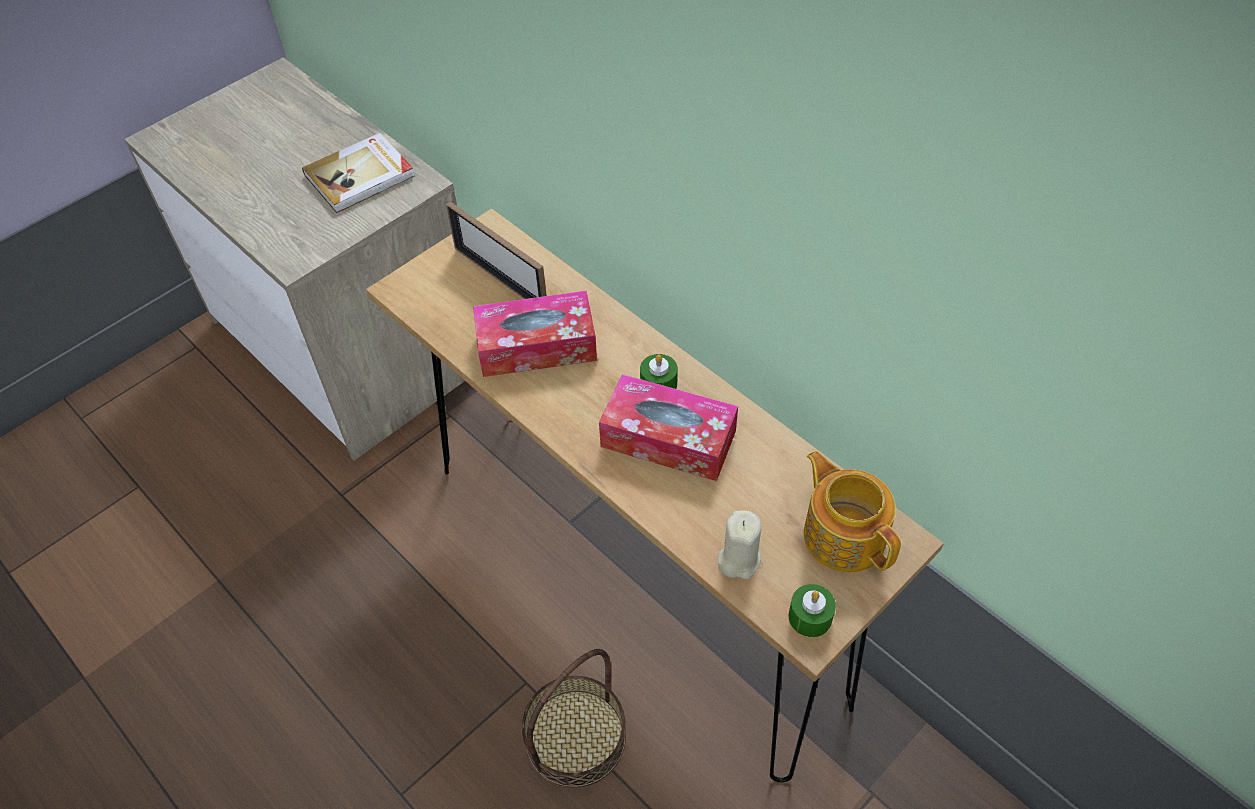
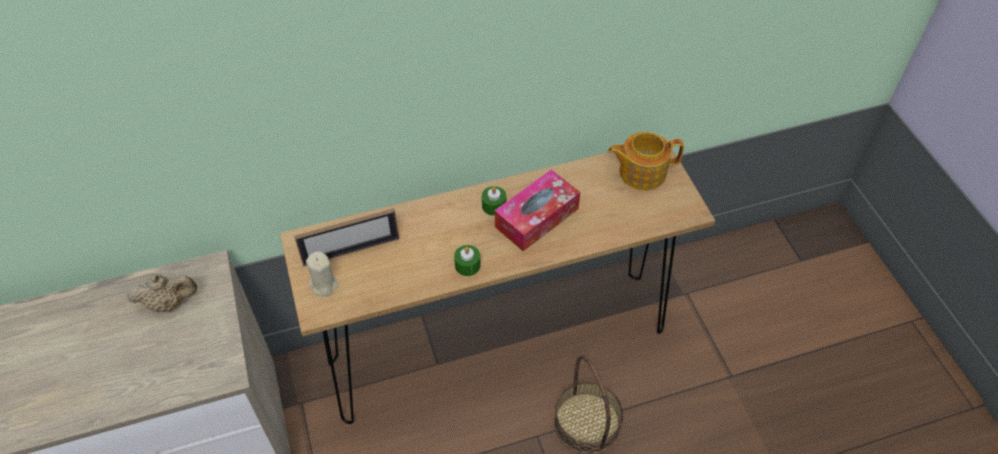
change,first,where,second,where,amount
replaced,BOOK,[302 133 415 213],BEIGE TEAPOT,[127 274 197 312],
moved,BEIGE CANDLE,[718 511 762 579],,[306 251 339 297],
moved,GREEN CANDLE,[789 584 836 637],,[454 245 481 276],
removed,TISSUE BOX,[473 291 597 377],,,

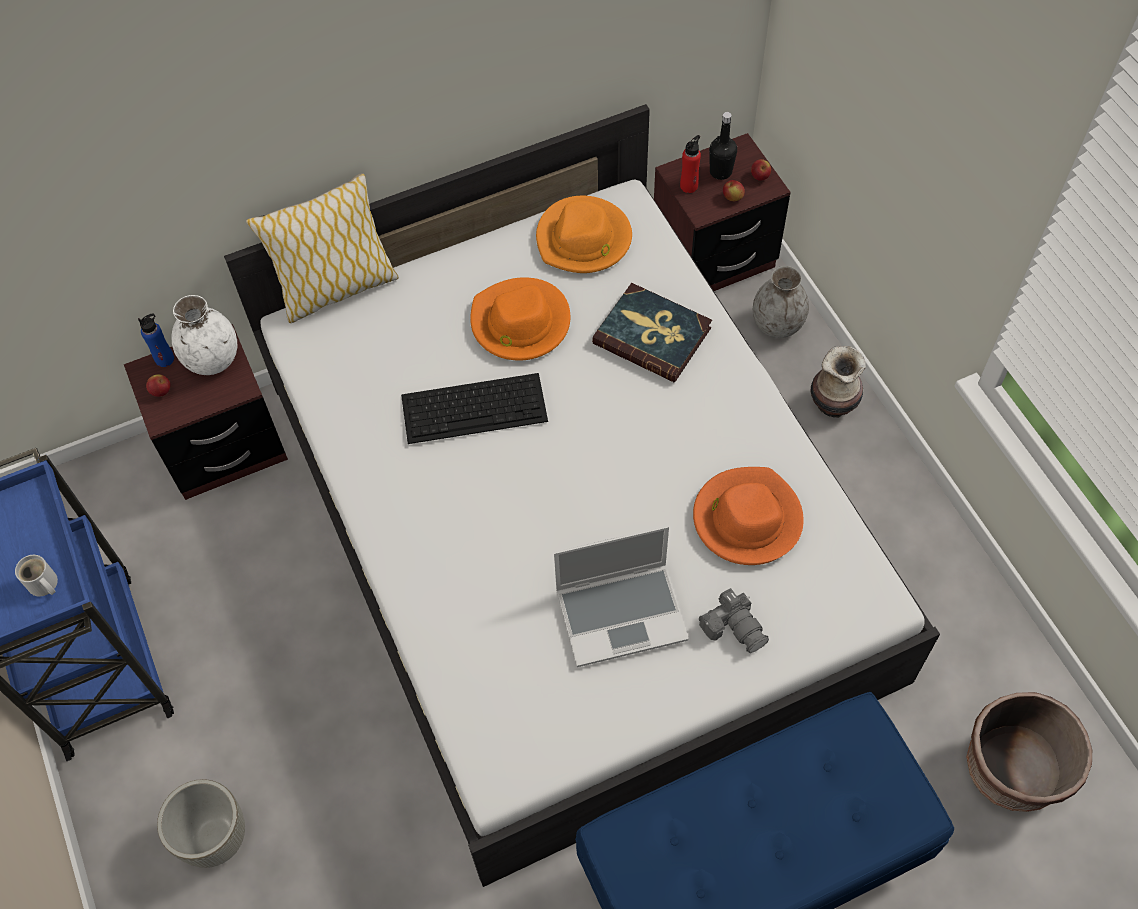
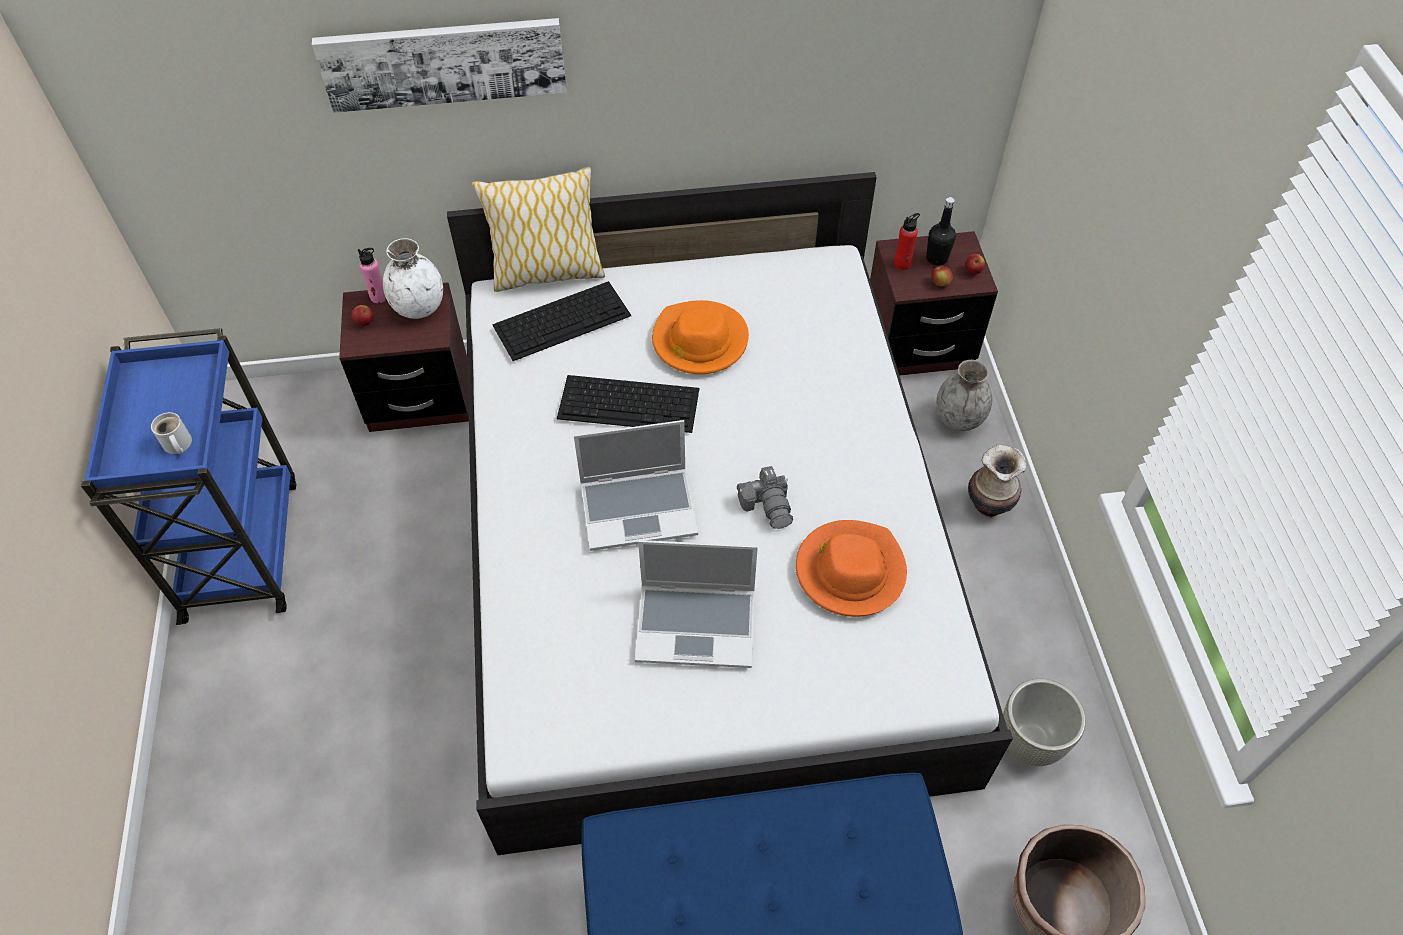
change,first,where,second,where,amount
added,,,PICTURE,[312 18 567 113],
recoloured,BLUE BOTTLE,[138 314 174 367],PINK BOTTLE,[358 248 386 303],
added,,,KEYBOARD,[492 281 631 361],
added,,,LAPTOP,[574 420 698 551],
moved,PHOTO CAMERA,[699 588 769 653],,[737 466 793 529],
moved,GREY PLANTER,[157 779 245 868],,[1003 679 1086 766],
removed,ORANGE HAT,[536 196 632 273],,,
removed,BOOK,[592 283 712 383],,,

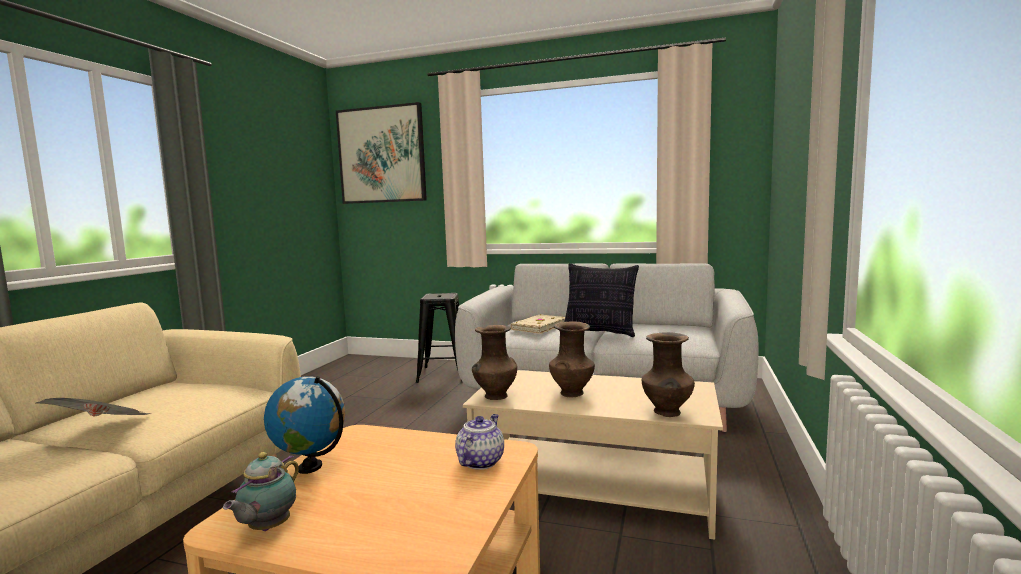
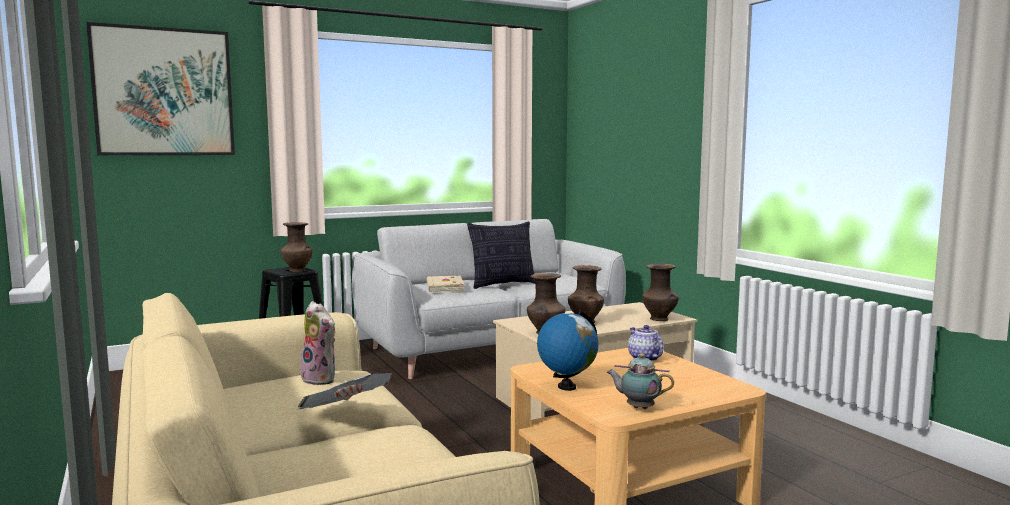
change,first,where,second,where,amount
added,,,BROWN VASE,[280 222 313 272],
added,,,PLUSH TOY,[299 301 335 385],
turned,TEAPOT,[223 452 299 531],,[607 353 674 409],135 degrees clockwise

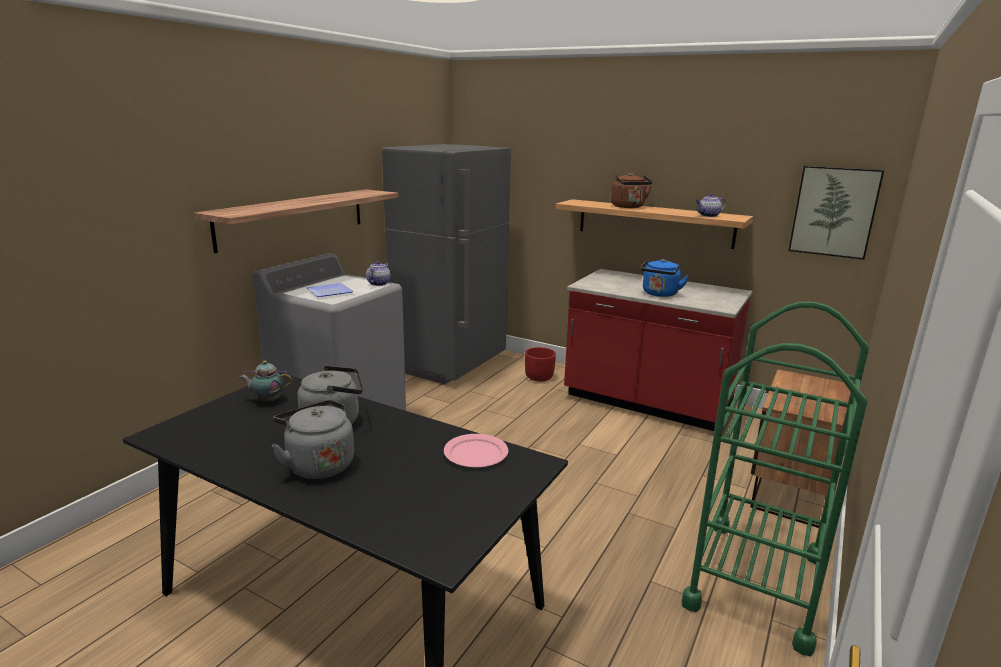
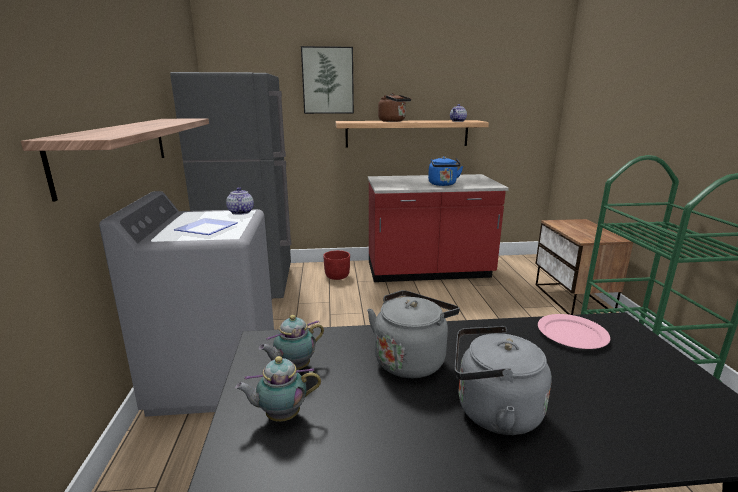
change,first,where,second,where,amount
added,,,TEAPOT,[235 356 321 422],
moved,PICTURE,[788 166 884 260],,[301 46 354 114],

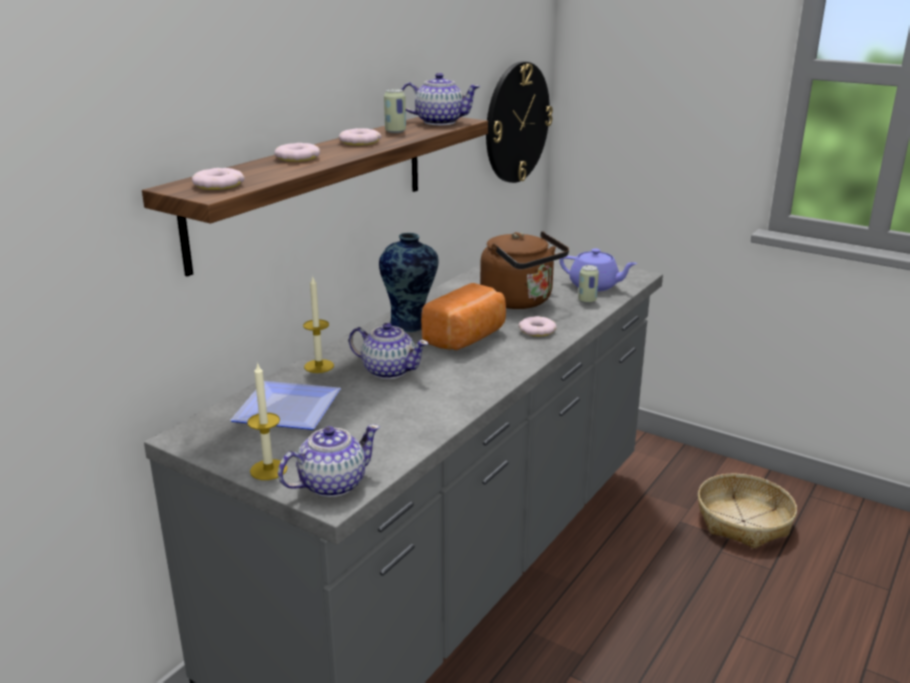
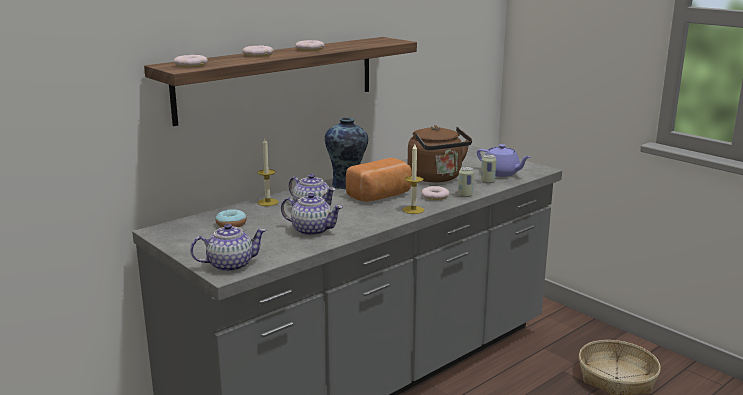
change,first,where,second,where,amount
replaced,PLATE,[230 381 341 430],DONUT,[216 209 247 228],
moved,TEAPOT,[401 73 481 125],,[281 193 343 236],
moved,CANDLE,[247 362 288 480],,[403 144 424 214],
moved,CAN,[384 89 406 133],,[458 167 474 197],
removed,WALL CLOCK,[486 62 553 183],,,

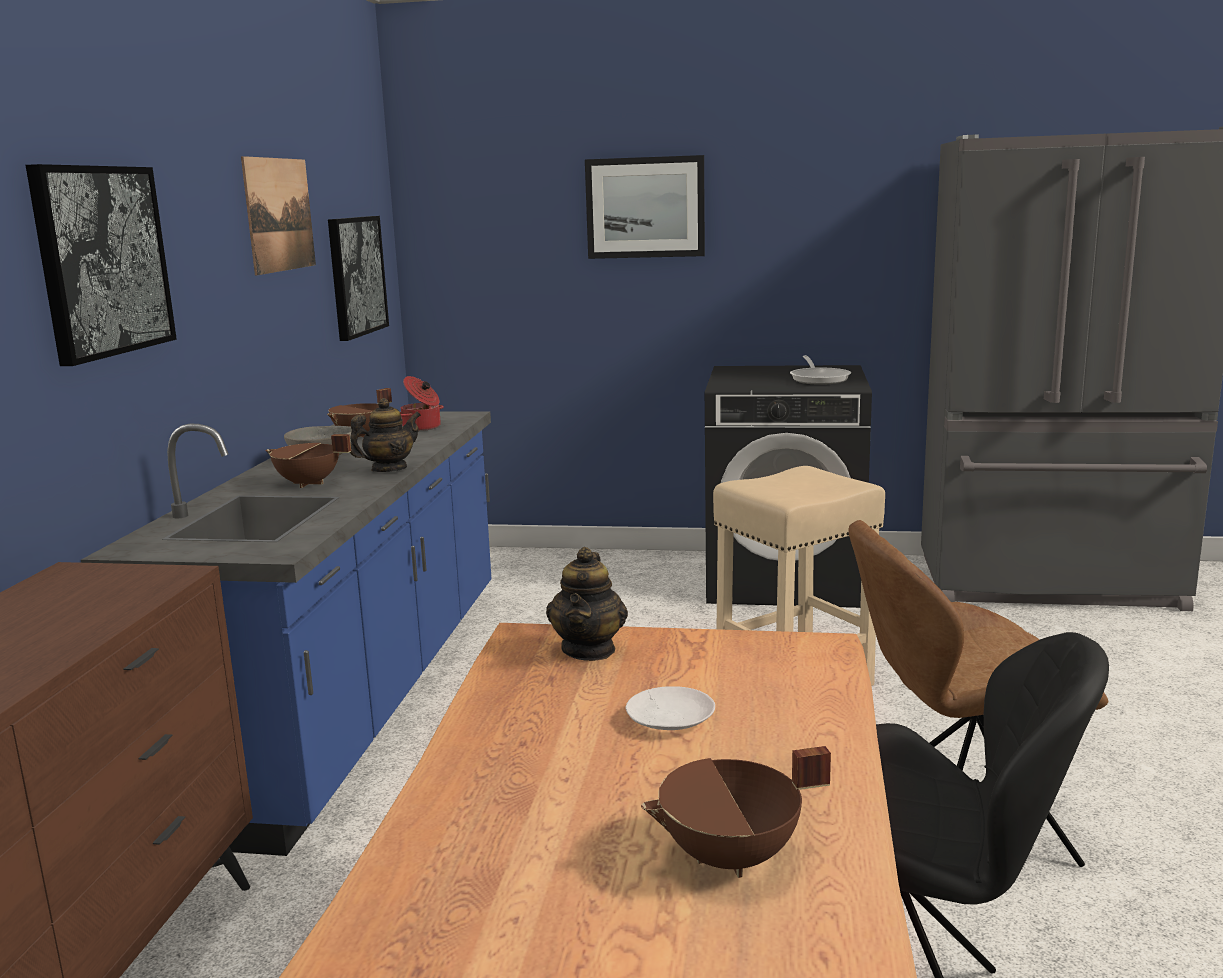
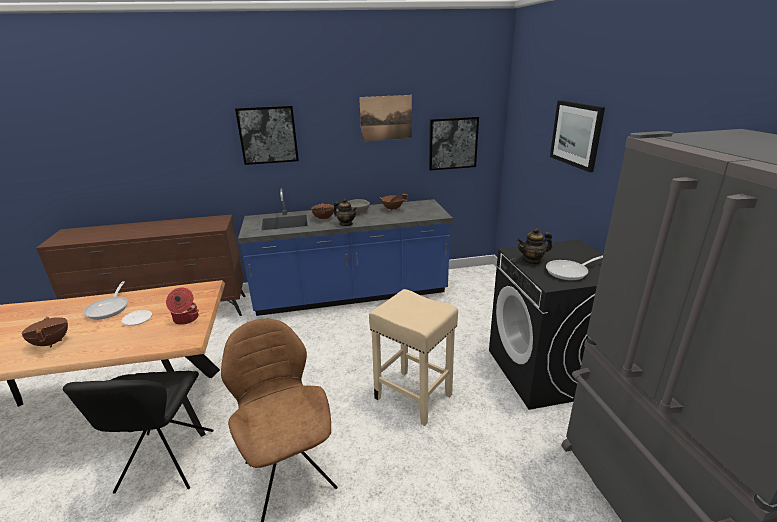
change,first,where,second,where,amount
added,,,FRYING PAN,[83 281 128 319],
moved,COOKING POT,[400 376 444 431],,[166 288 199 325],
moved,TEAPOT,[546 547 628 661],,[517 228 552 265],

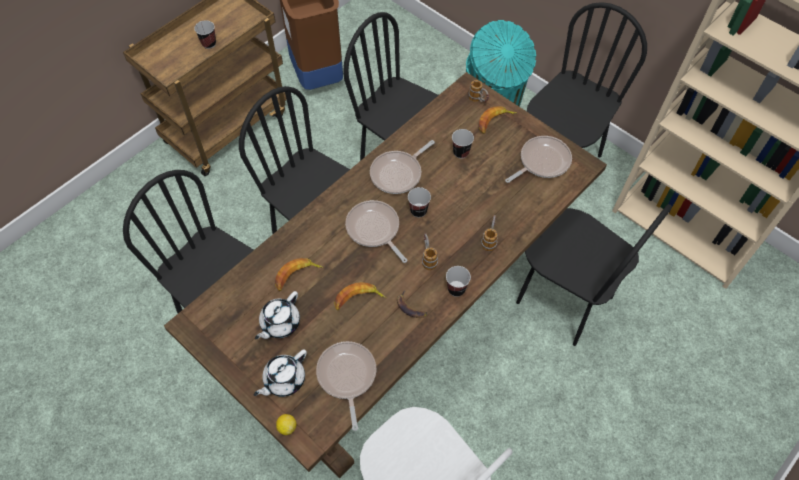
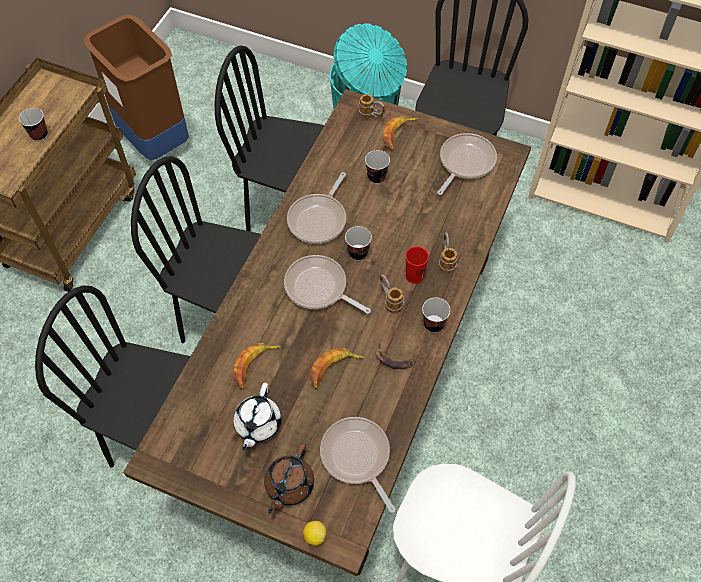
change,first,where,second,where,amount
recoloured,WHITE TEAPOT,[254 349 307 397],BROWN TEAPOT,[264 443 314 514],
added,,,RED CUP,[406 246 429 284],
removed,BLACK CHAIR,[516 204 672 346],,,

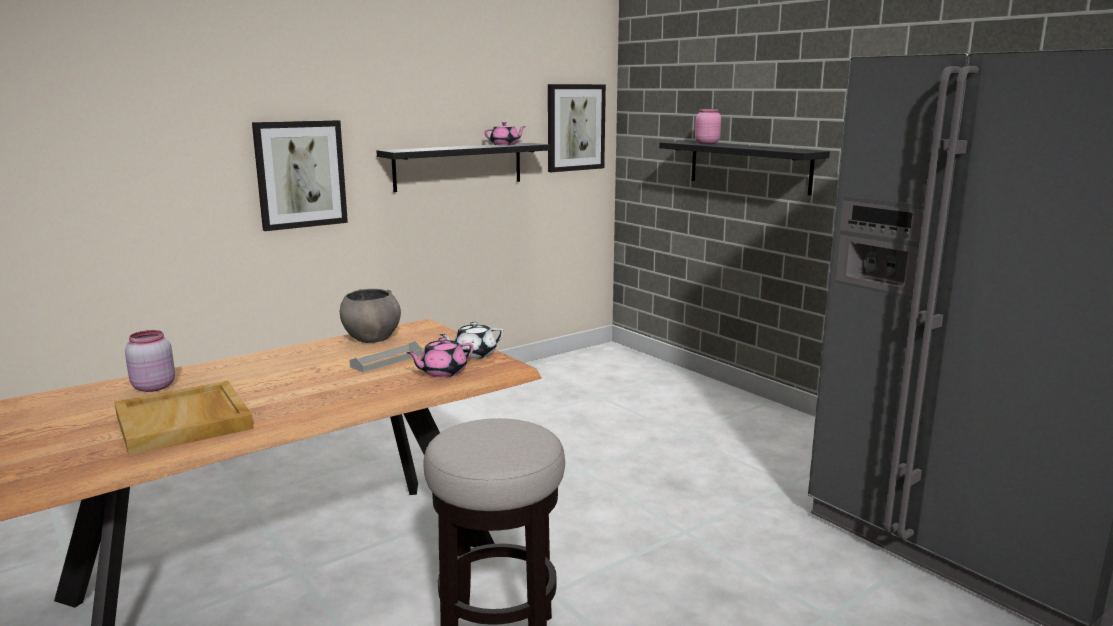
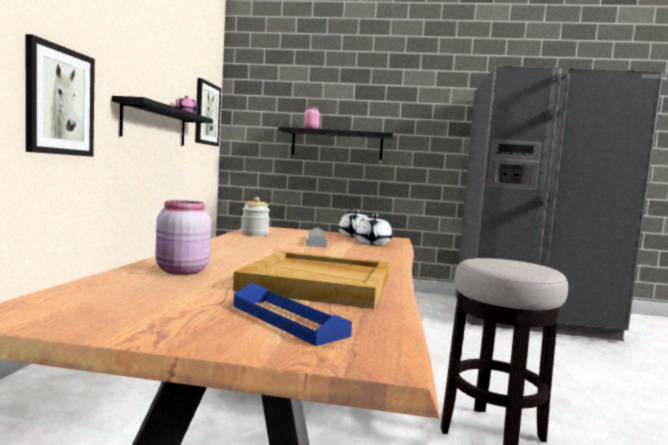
change,first,where,second,where,amount
added,,,BLUE TRAY,[233 282 352 346],
replaced,GREY BOWL,[340 289 401 343],JAR,[241 197 270 236],
recoloured,PINK TEAPOT,[406 337 474 377],WHITE TEAPOT,[355 214 393 245],

